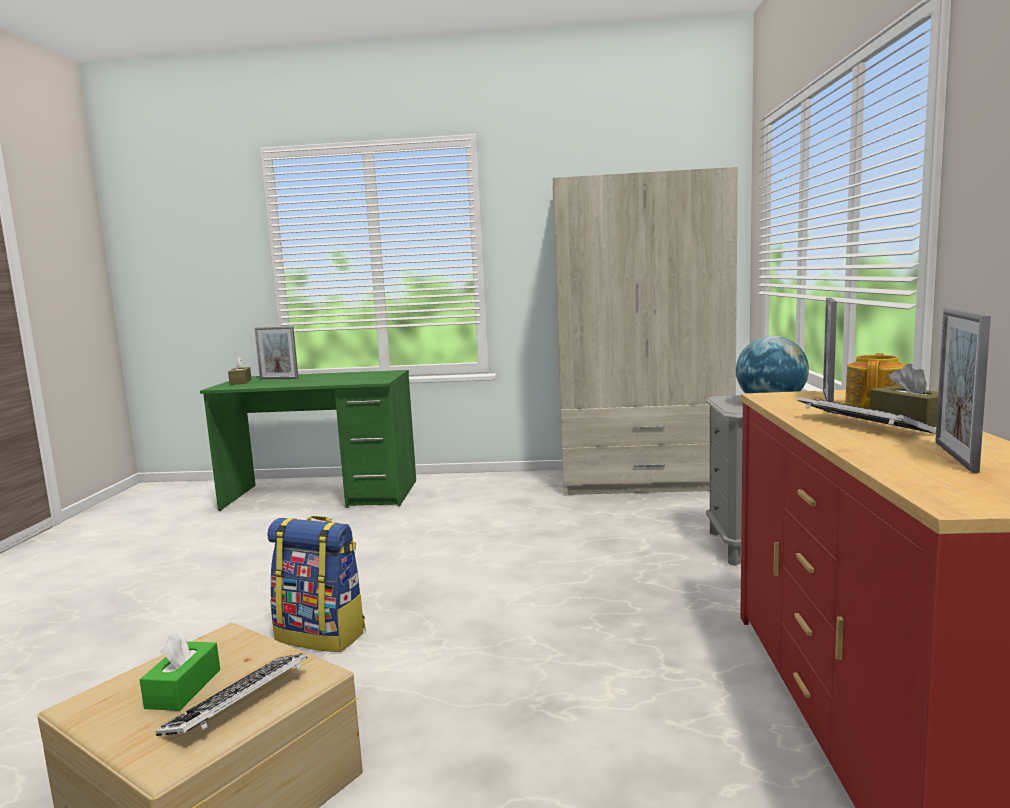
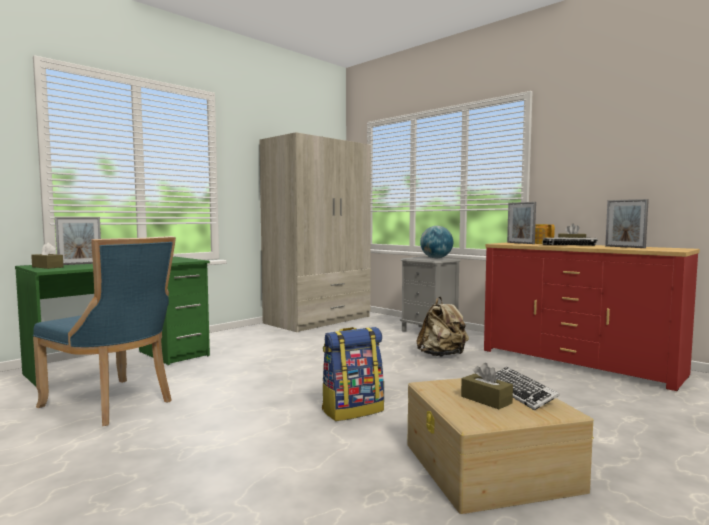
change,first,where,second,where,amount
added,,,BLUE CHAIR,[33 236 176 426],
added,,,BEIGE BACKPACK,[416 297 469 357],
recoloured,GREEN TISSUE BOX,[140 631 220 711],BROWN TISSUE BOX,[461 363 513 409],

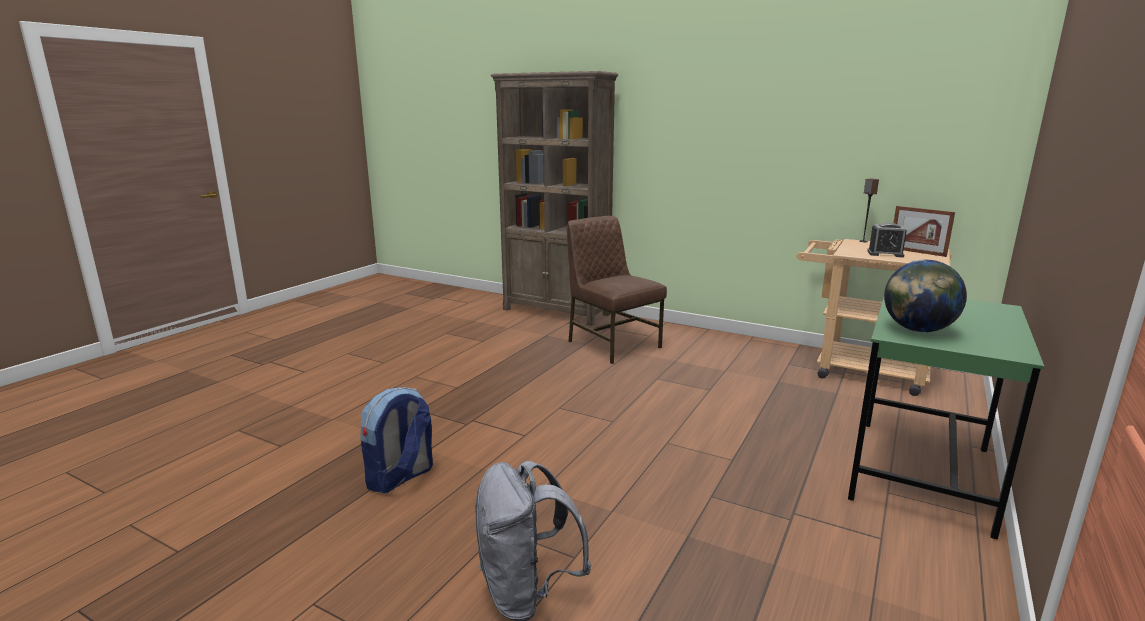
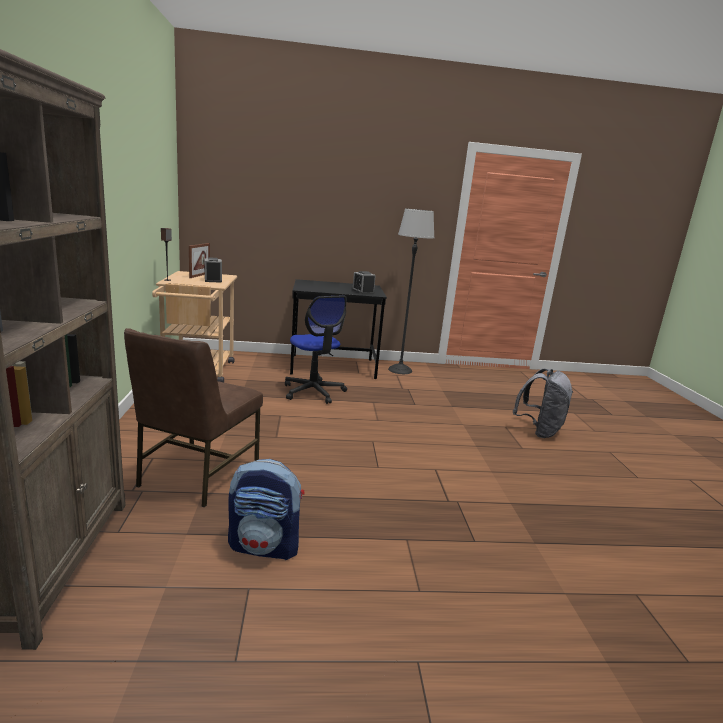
change,first,where,second,where,amount
moved,BACKPACK,[360 387 433 493],,[228 459 304 560],
added,,,OFFICE CHAIR,[285 296 347 404],
recoloured,GREEN DESK,[848 298 1044 540],BLACK DESK,[290 279 387 379],
replaced,GLOBE,[884 260 967 333],ALARM CLOCK,[352 271 376 294],
added,,,FLOOR LAMP,[388 208 434 374],

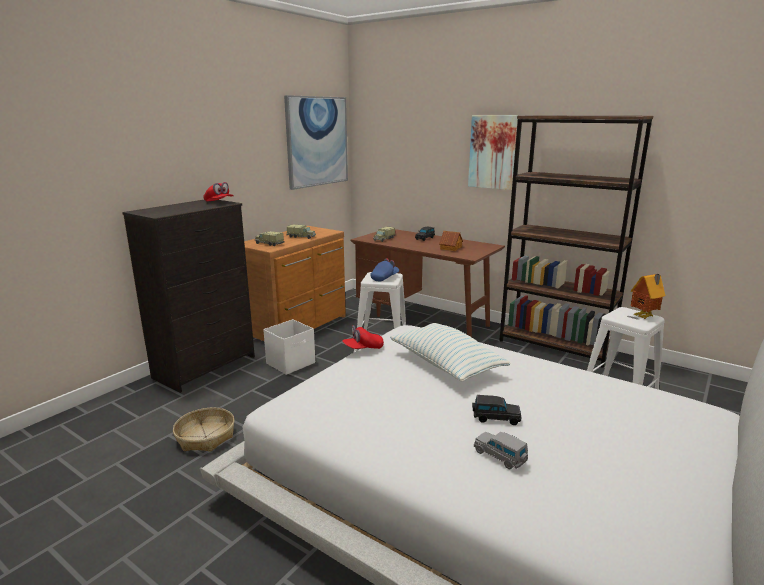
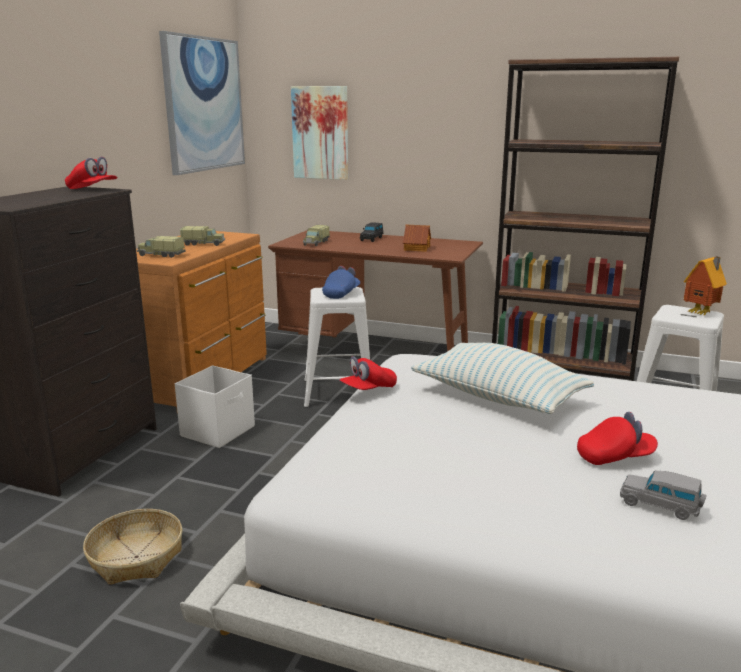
change,first,where,second,where,amount
moved,PICTURE,[468 115 518 190],,[291 86 348 180],
replaced,BLACK TOY CAR,[472 395 521 425],RED CAP,[577 412 658 465],

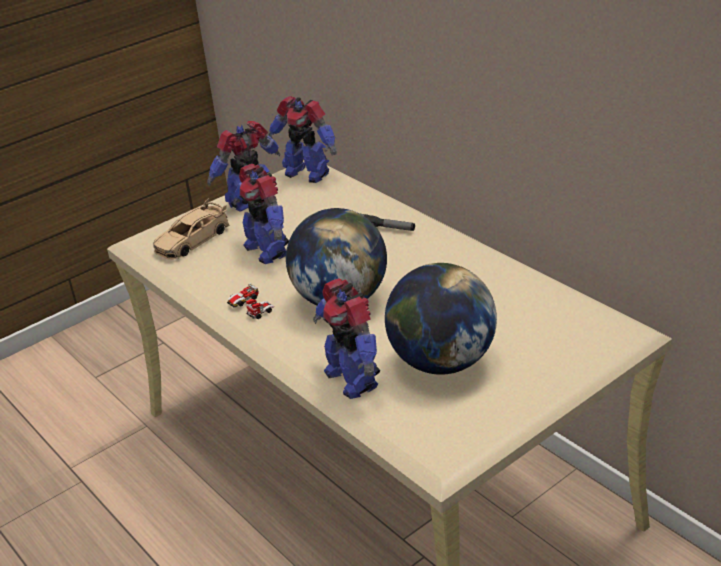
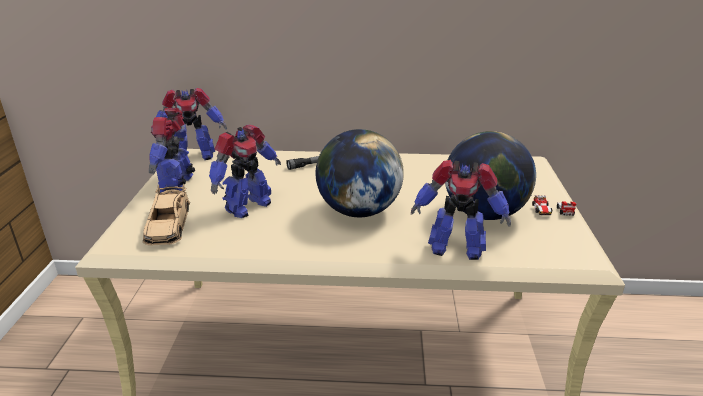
change,first,where,second,where,amount
turned,TOY ROBOT,[233 164 289 264],,[209 125 281 218],60 degrees counterclockwise
moved,TOY CAR,[227 283 274 319],,[532 195 576 216],

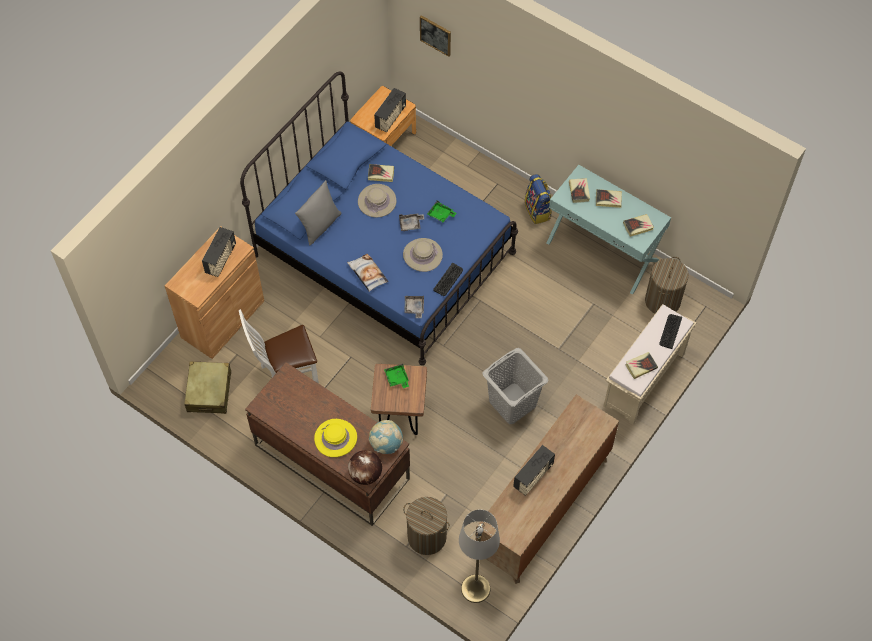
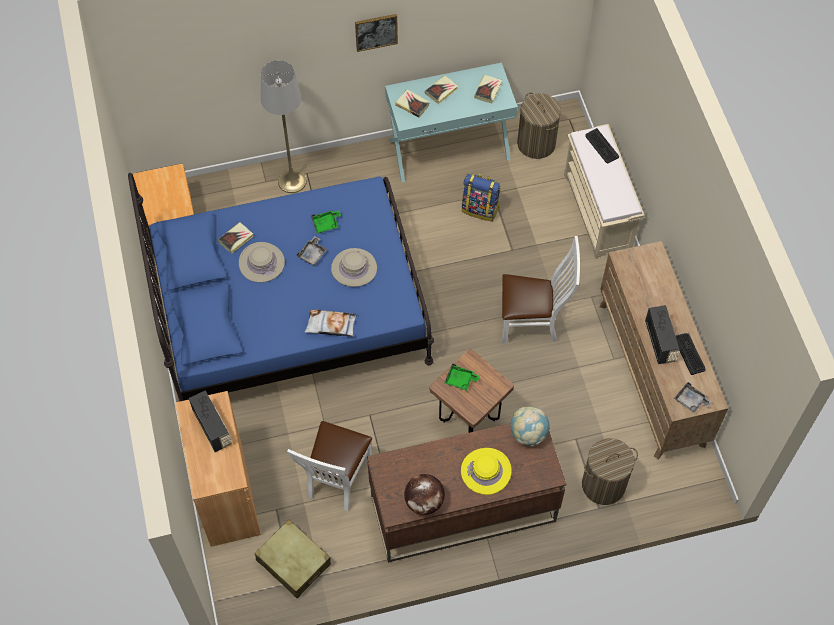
change,first,where,second,where,amount
moved,GREY FLOOR LAMP,[459 510 500 603],,[261 60 307 193],
moved,PICTURE,[420 15 451 57],,[355 14 398 52],
moved,GLOBE,[348 450 382 485],,[404 474 445 515],
moved,BACKPACK,[525 174 552 224],,[462 174 501 221],
replaced,GREY LAUNDRY BASKET,[482 348 549 424],WHITE CHAIR,[502 236 580 344],
moved,GREY TRAY,[404 296 424 318],,[674 382 712 413],
moved,KEYBOARD,[433 263 463 296],,[676 333 705 375],
removed,GREY PILLOW,[295 180 342 245],,,
removed,RADIO,[374 88 406 133],,,
removed,BOOK,[625 352 658 379],,,

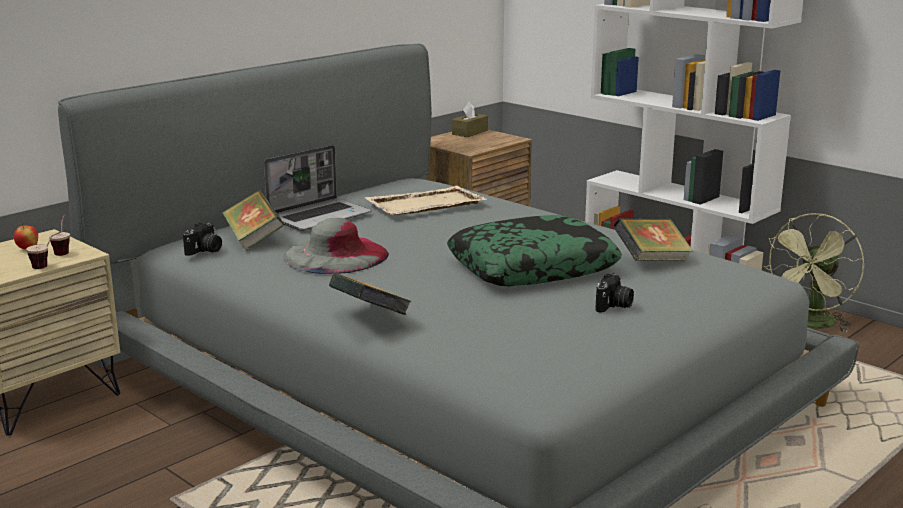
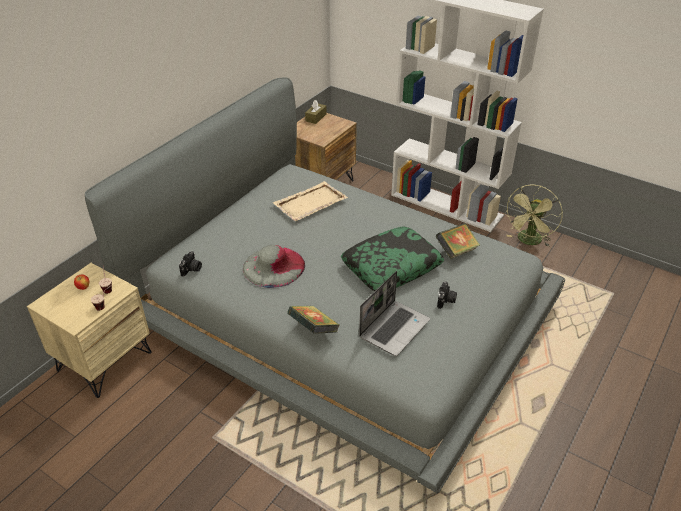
change,first,where,second,where,amount
moved,LAPTOP,[264 145 371 231],,[359 271 430 356],
removed,BOOK,[222 190 284 250],,,

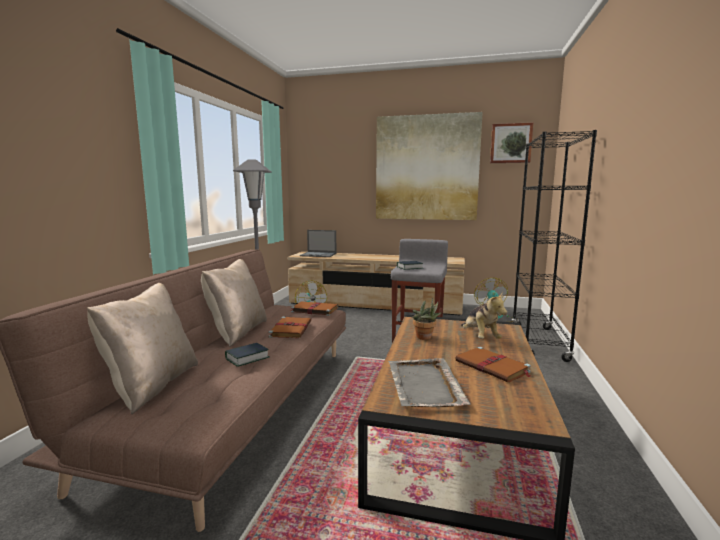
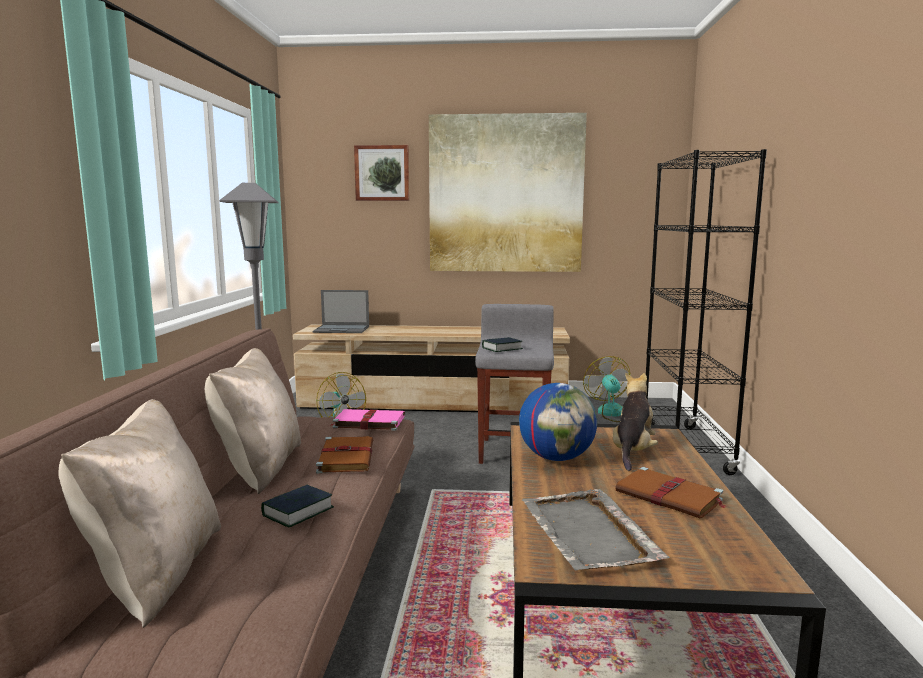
change,first,where,second,where,amount
recoloured,BROWN BOOK,[290 301 338 316],PINK BOOK,[331 409 405 431],
moved,PICTURE,[490 122 533 163],,[354 145 409 201],
replaced,POTTED PLANT,[412 298 441 340],GLOBE,[519 383 597 461],
turned,PLUSH TOY,[461 292 507 339],,[613 372 658 471],135 degrees counterclockwise

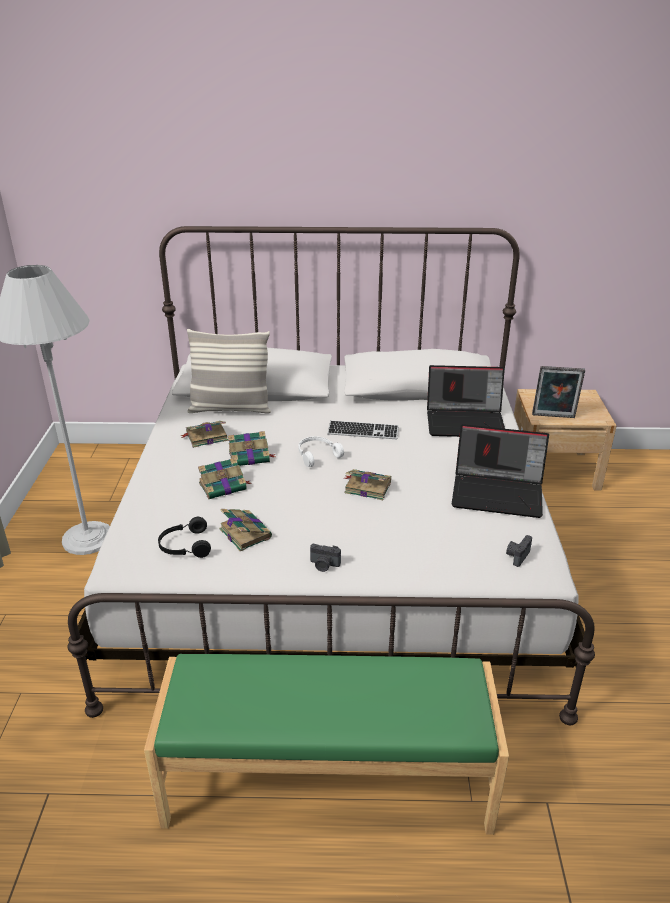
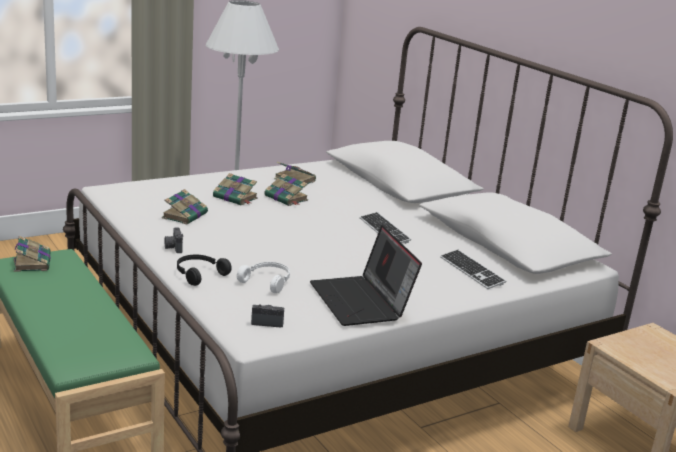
change,first,where,second,where,amount
moved,BOOK,[344 469 391 500],,[14 236 51 272],
moved,BLACK HEADPHONES,[158 517 211 558],,[177 255 232 286],
moved,WHITE HEADPHONES,[298 436 344 467],,[237 262 290 293],
replaced,LAPTOP,[427 365 505 437],KEYBOARD,[440 250 506 289],
removed,PILLOW,[187 329 271 414],,,
removed,PICTURE FRAME,[532 366 585 418],,,

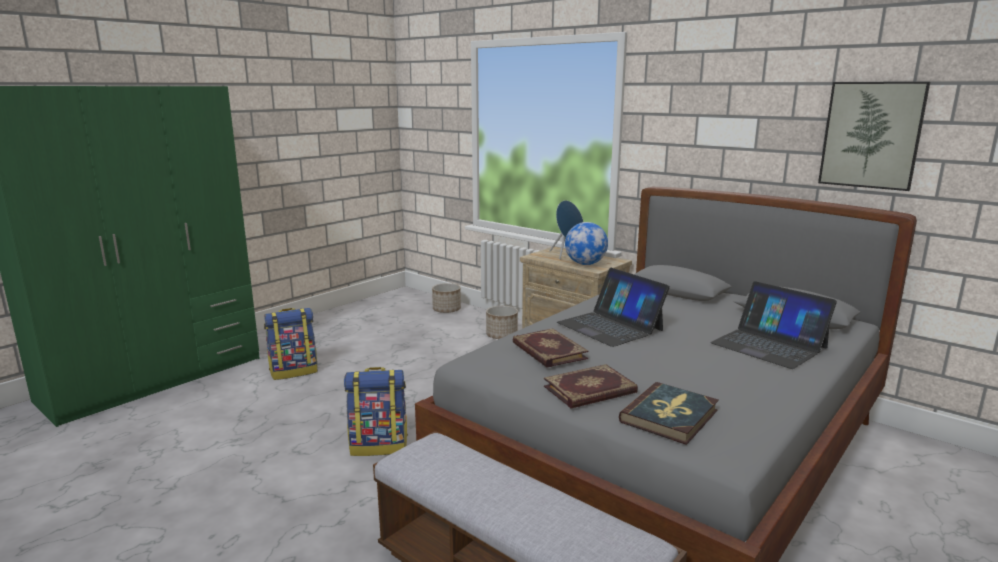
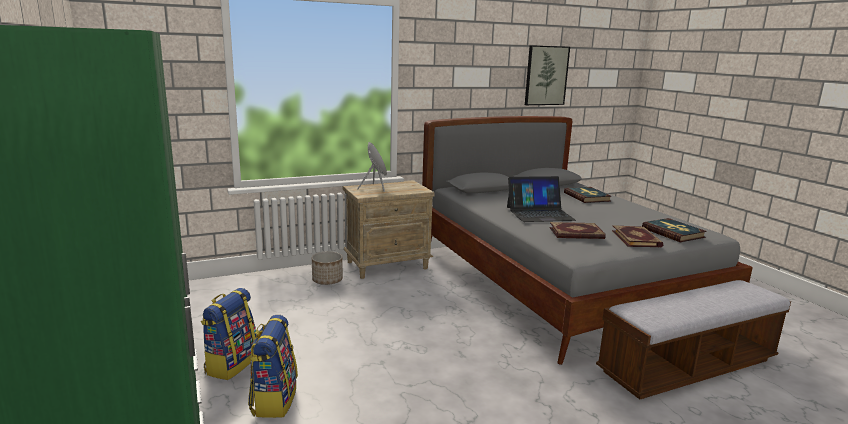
change,first,where,second,where,amount
moved,BACKPACK,[344 367 408 456],,[201 288 256 380],
replaced,LAPTOP,[710 281 837 369],BOOK,[564 187 612 203],
removed,PLANTER,[432 283 461 313],,,
removed,GLOBE,[565 222 608 265],,,

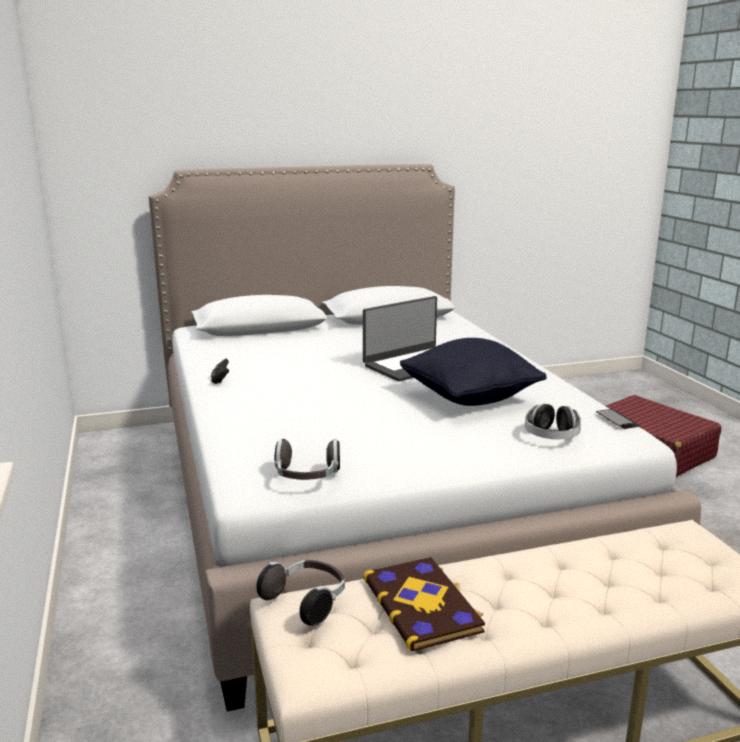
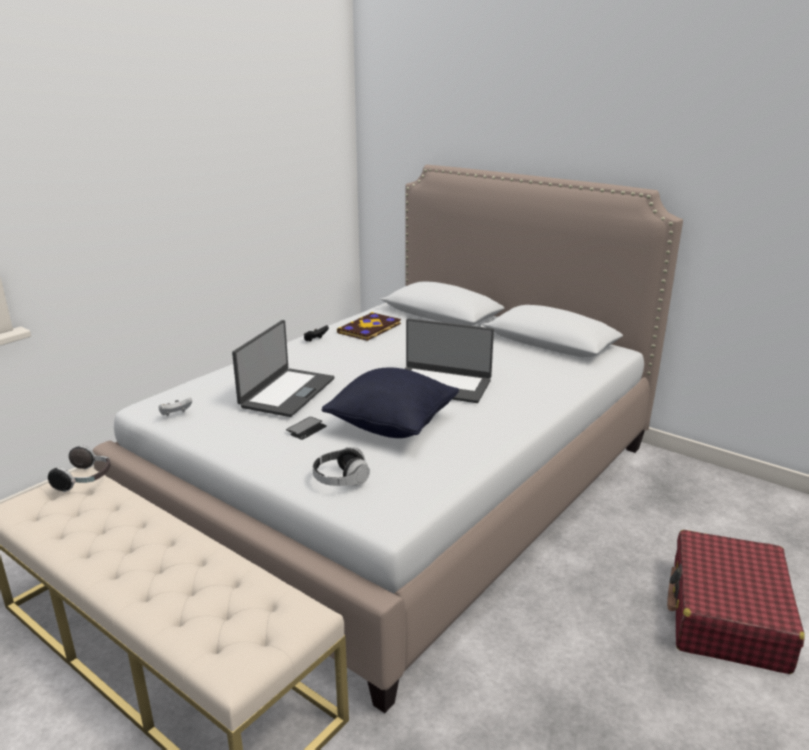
change,first,where,second,where,amount
replaced,HEADPHONES,[274 439 340 480],WHITE GAME CONTROLLER,[159 397 192 416],
added,,,LAPTOP,[232 320 334 417],
moved,PHONE,[596 409 640 429],,[286 417 327 440],
moved,BOOK,[363 557 485 652],,[337 312 401 341],

